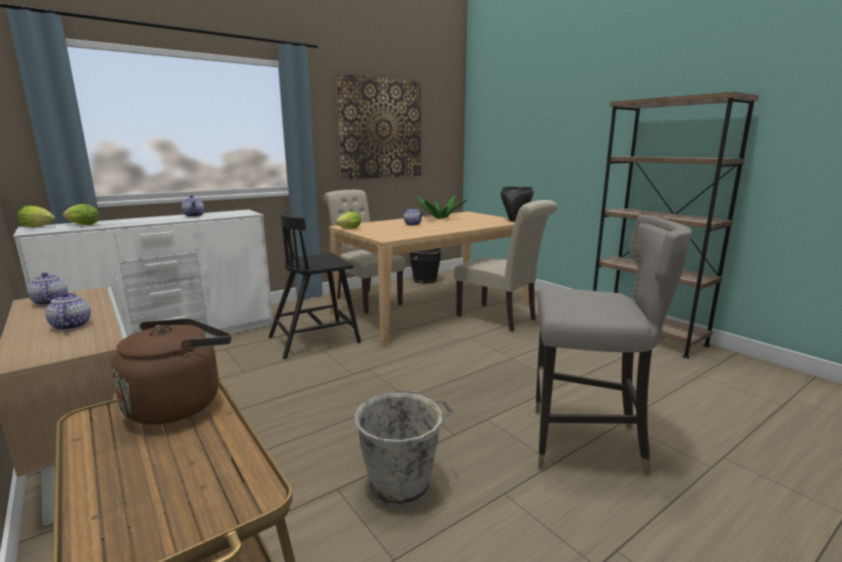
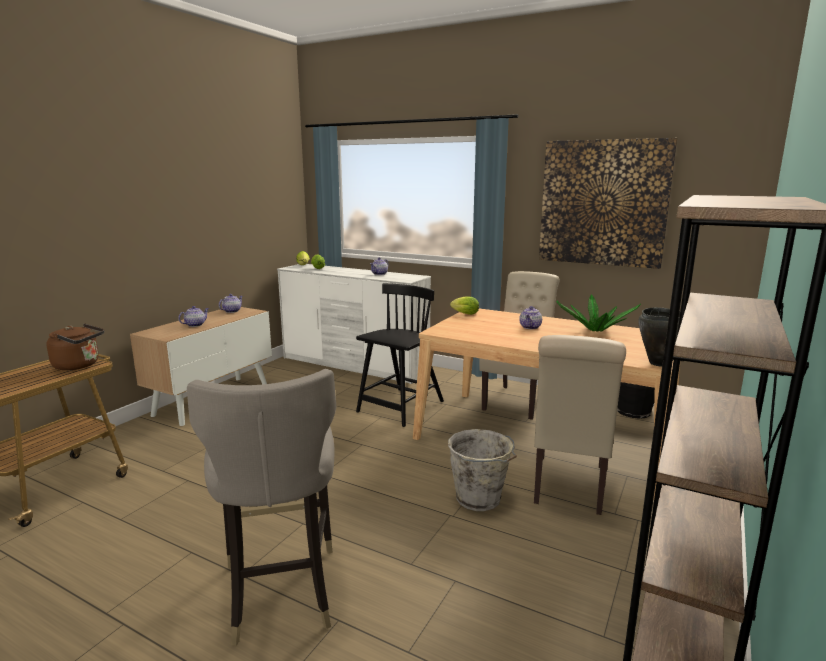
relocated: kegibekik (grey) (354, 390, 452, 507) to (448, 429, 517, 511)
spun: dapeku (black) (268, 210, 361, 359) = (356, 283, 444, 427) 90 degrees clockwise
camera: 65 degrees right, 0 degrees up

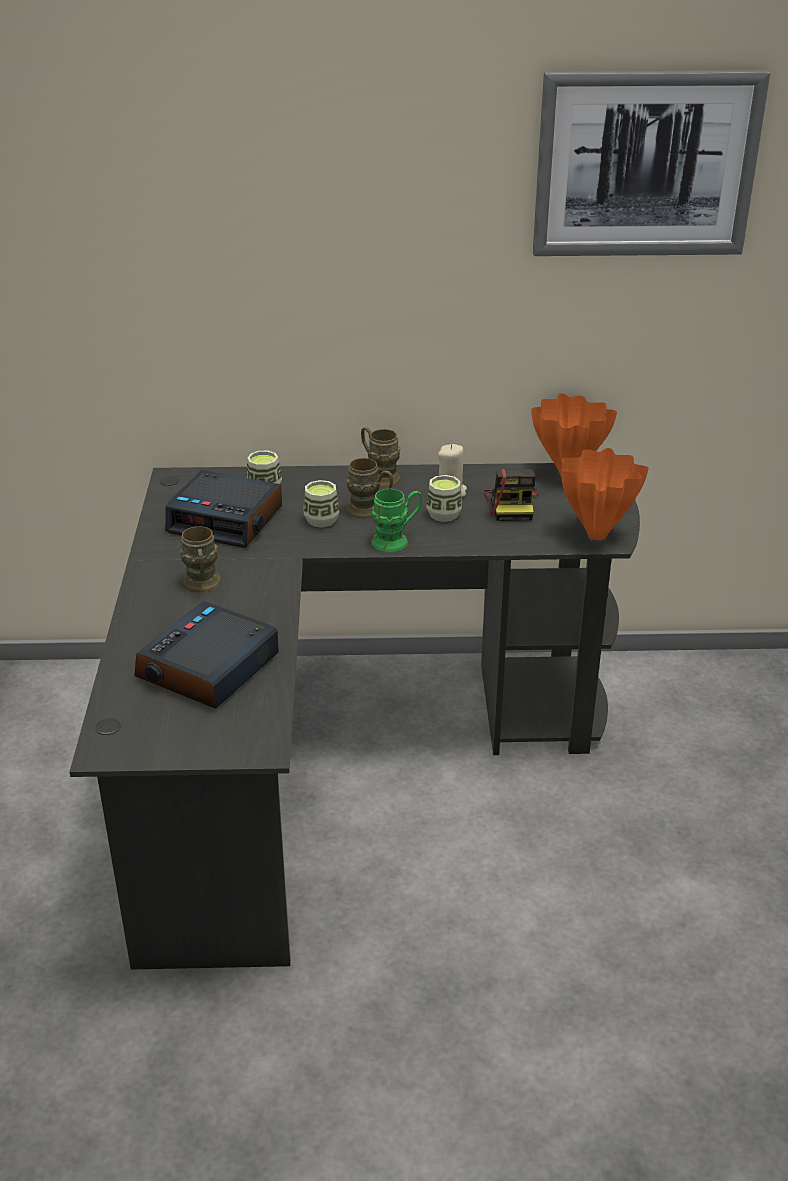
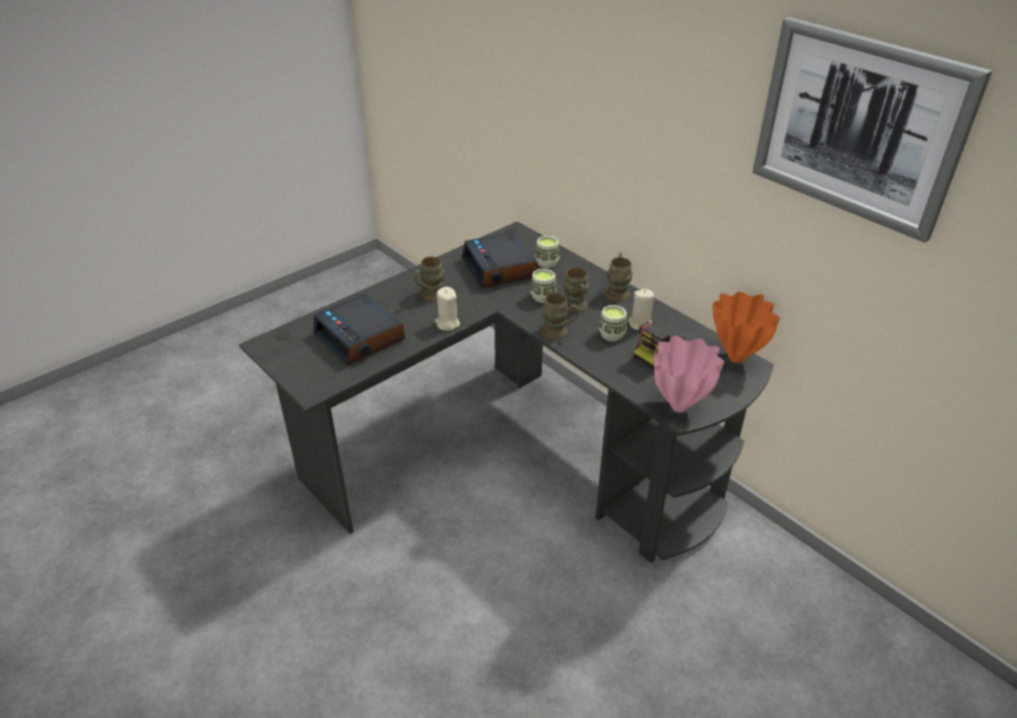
appeared: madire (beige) (435, 287, 460, 331)
colour: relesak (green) (371, 489, 422, 552) to relesak (brown) (541, 293, 579, 340); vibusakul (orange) (561, 448, 649, 540) to vibusakul (pink) (654, 336, 724, 412)
spun: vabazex (135, 601, 279, 709) = (313, 294, 405, 365) 120 degrees counterclockwise
camera: 50 degrees right, 5 degrees up

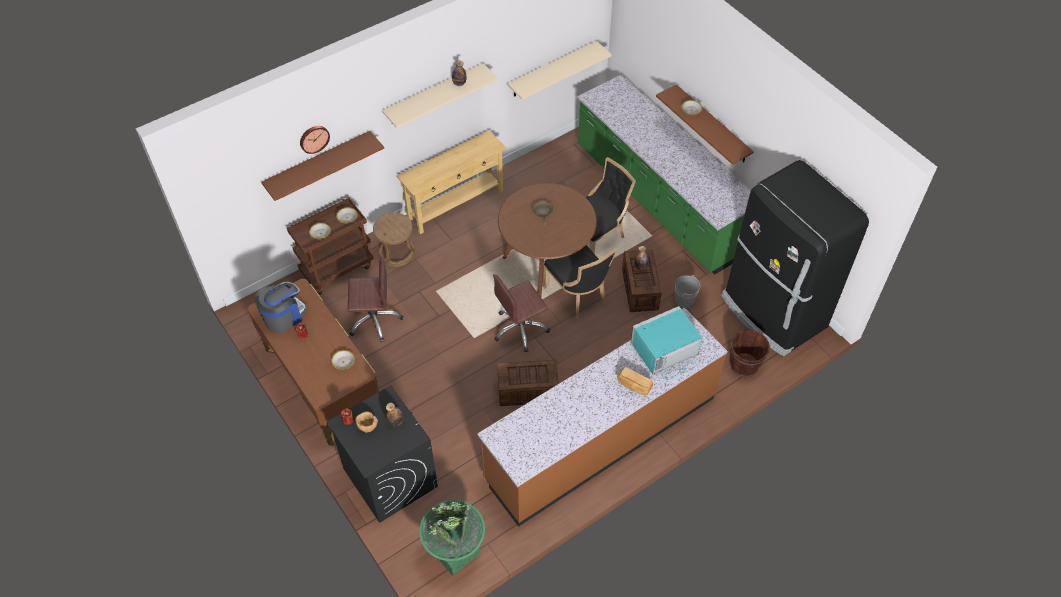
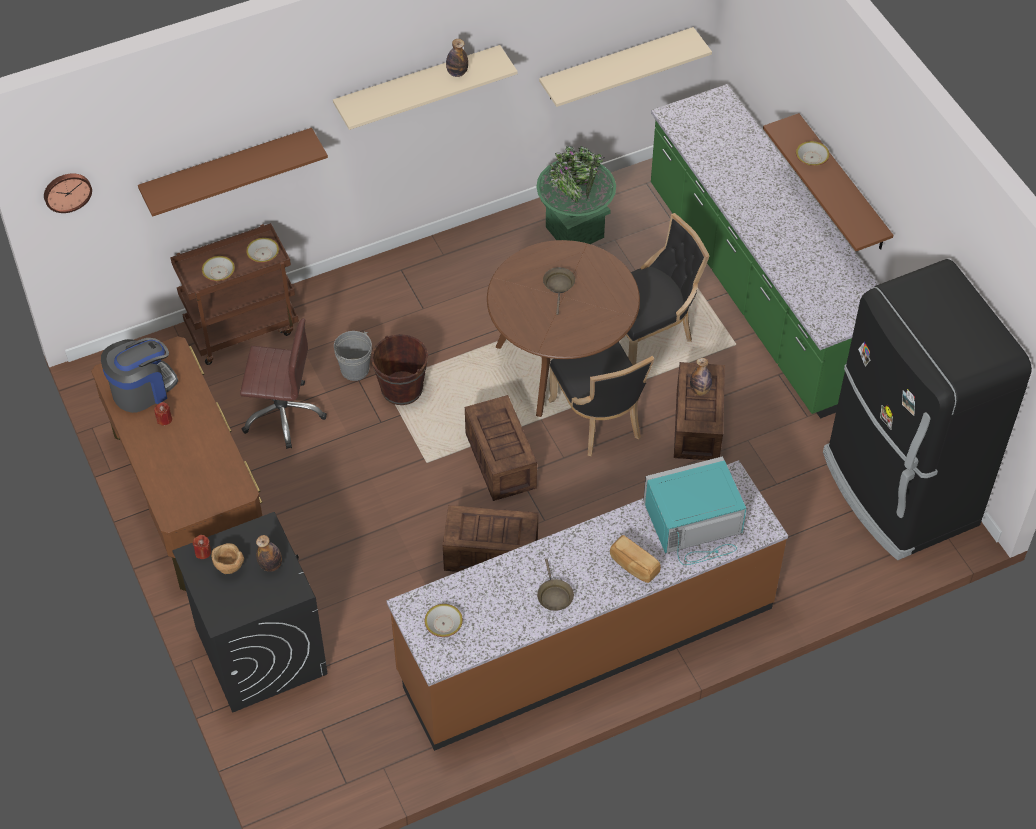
missing: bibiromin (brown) (373, 213, 415, 267); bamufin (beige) (396, 130, 507, 234)
appeared: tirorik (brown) (537, 558, 574, 611)
relocated: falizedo (300, 126, 330, 154) to (44, 173, 92, 213); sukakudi (331, 350, 355, 370) to (425, 604, 463, 637); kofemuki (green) (419, 500, 485, 575) to (537, 146, 616, 244); kegibekik (grey) (675, 275, 700, 308) to (334, 331, 372, 381); kegibekik (brown) (730, 330, 770, 378) to (371, 334, 428, 405)
exchanged: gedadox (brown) (493, 274, 550, 352) to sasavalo (465, 395, 537, 501)
camera: 10 degrees right, 0 degrees up

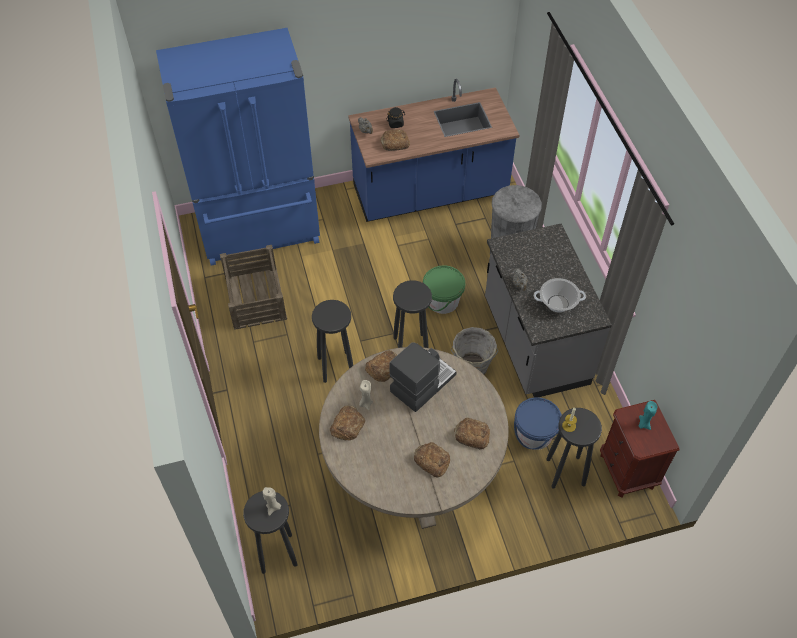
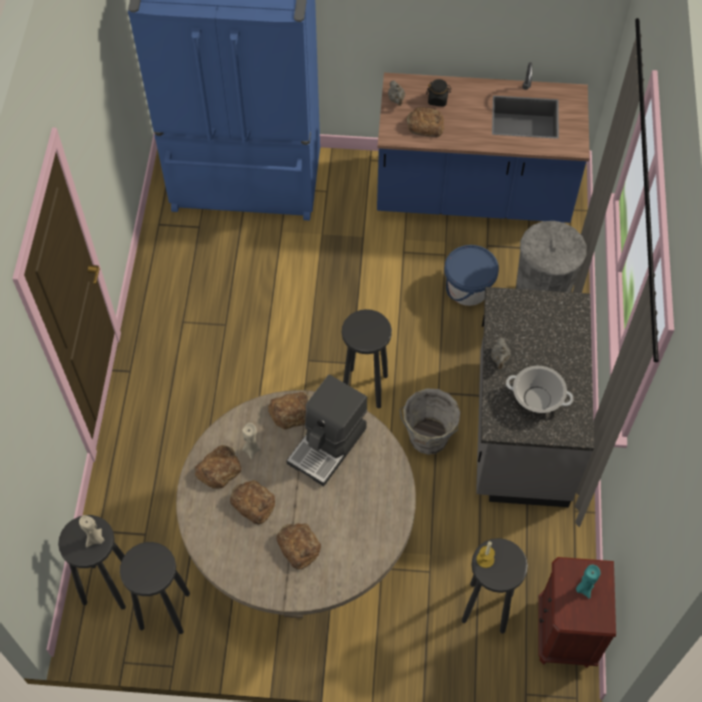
missing: sasavalo (220, 245, 287, 330); kegibekik (green) (423, 265, 465, 314)
relocated: bibiromin (black) (312, 300, 353, 383) to (120, 542, 190, 634); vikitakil (454, 418, 490, 450) to (230, 480, 275, 525); kegibekik (blue) (514, 397, 562, 450) to (444, 245, 499, 306)
spun: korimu (389, 342, 457, 412) = (286, 375, 367, 487) 150 degrees clockwise
camera: 20 degrees right, 5 degrees up

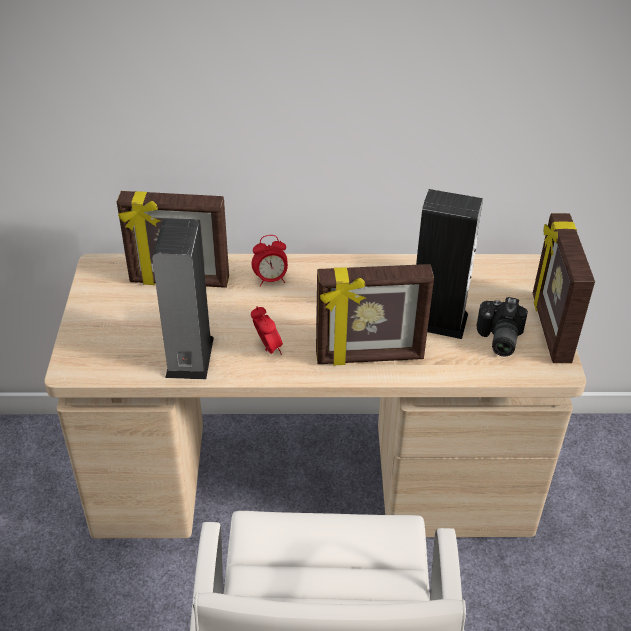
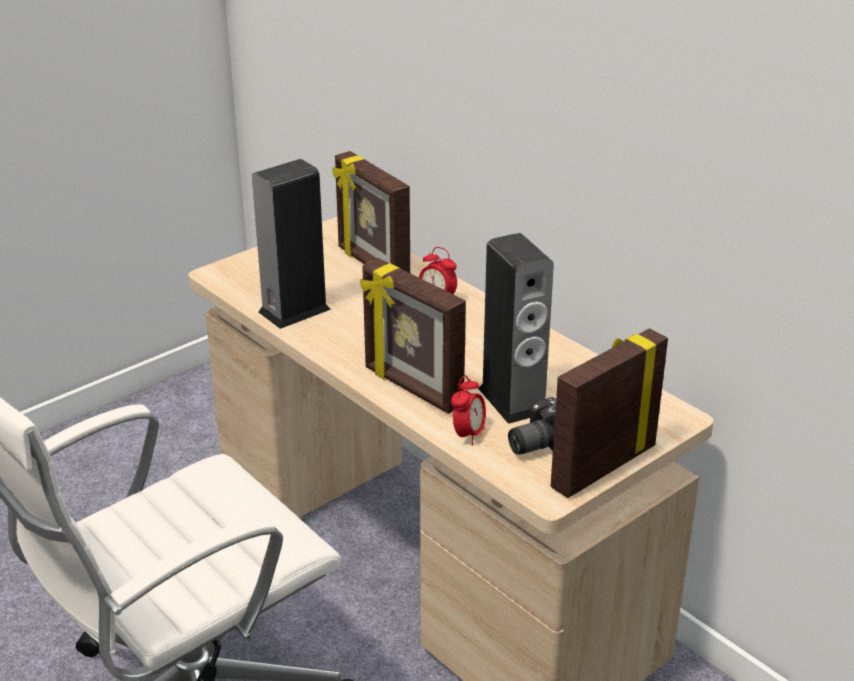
relocated: vabazex (251, 306, 283, 355) to (451, 375, 486, 446)
camera: 50 degrees right, 10 degrees down

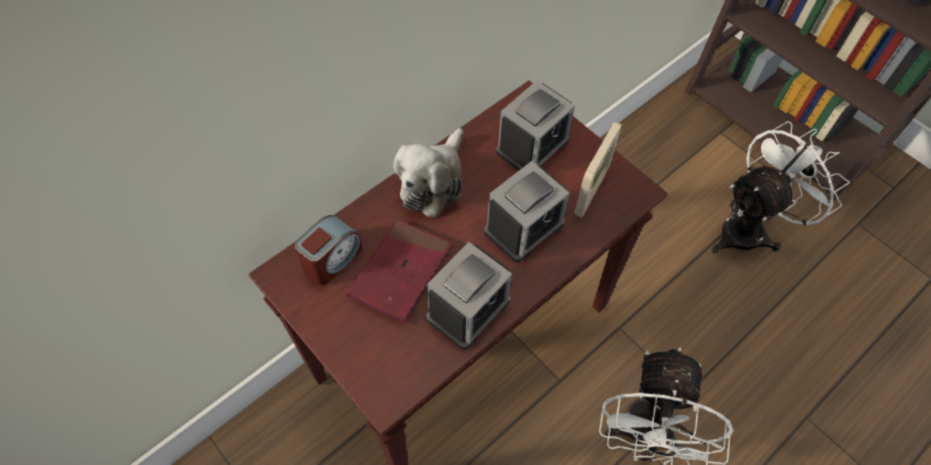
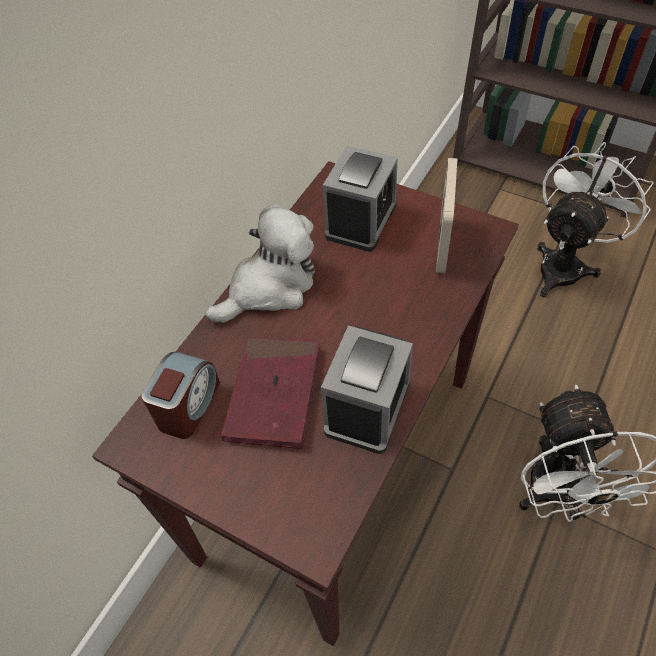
missing: vabazex (484, 161, 569, 263)
spun: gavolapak (393, 128, 464, 218) = (205, 204, 315, 323) 135 degrees counterclockwise
camera: 15 degrees left, 5 degrees down

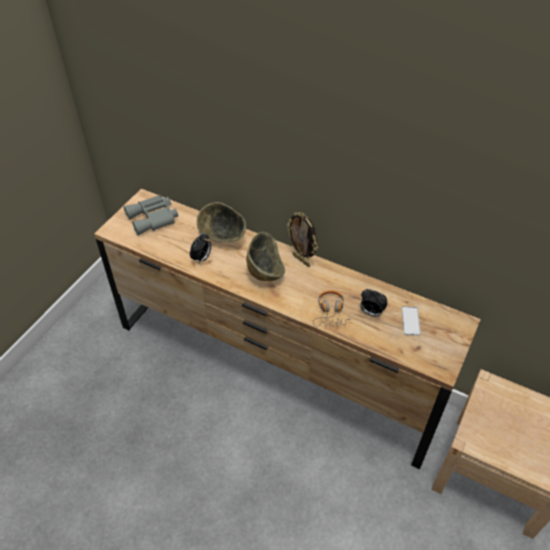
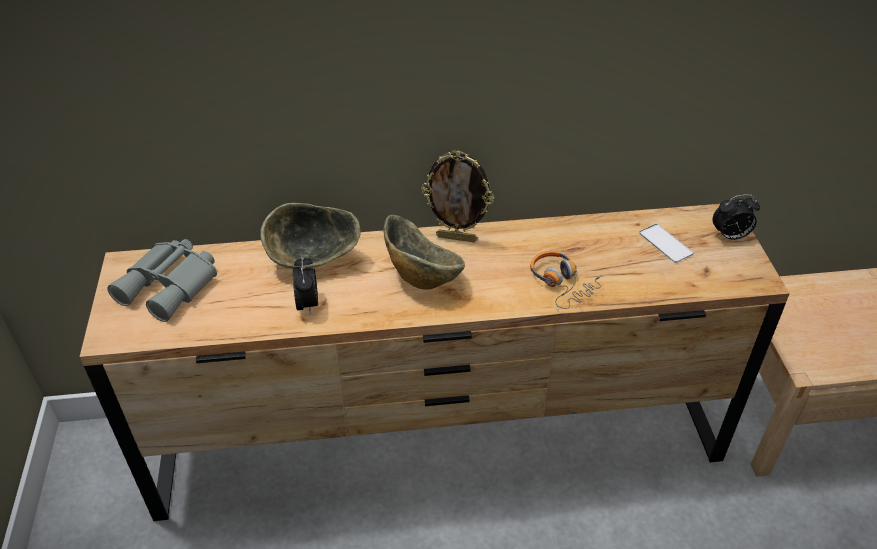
relocated: vabazex (360, 289, 388, 317) to (712, 194, 760, 240)
camera: 35 degrees left, 5 degrees down

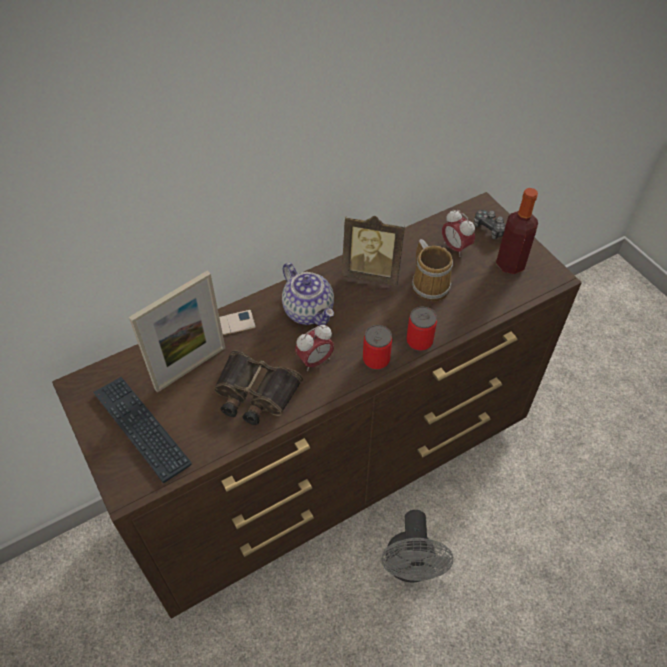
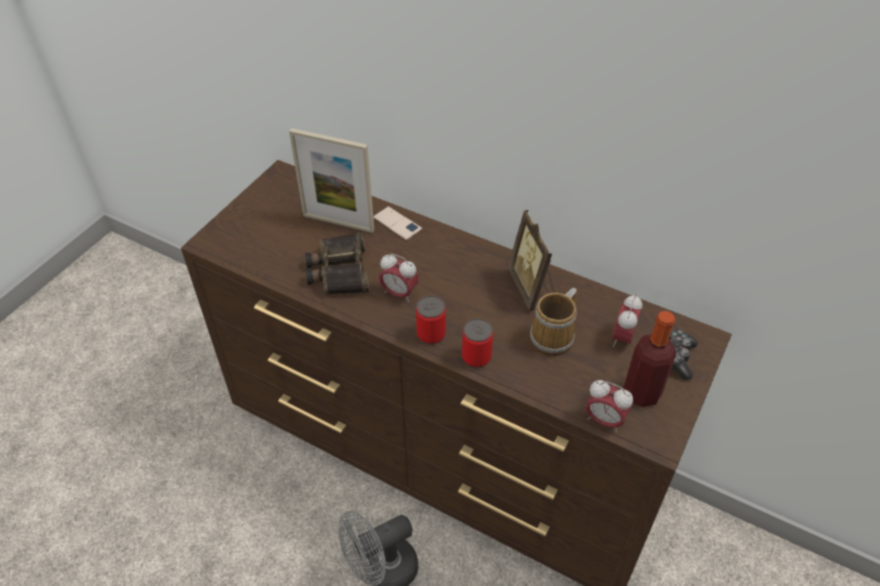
missing: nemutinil (93, 377, 192, 483); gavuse (282, 263, 334, 326)
appeared: vabazex (585, 380, 633, 432)
camera: 60 degrees right, 5 degrees down

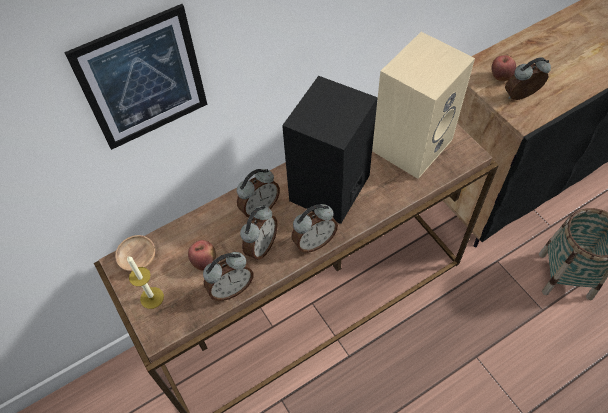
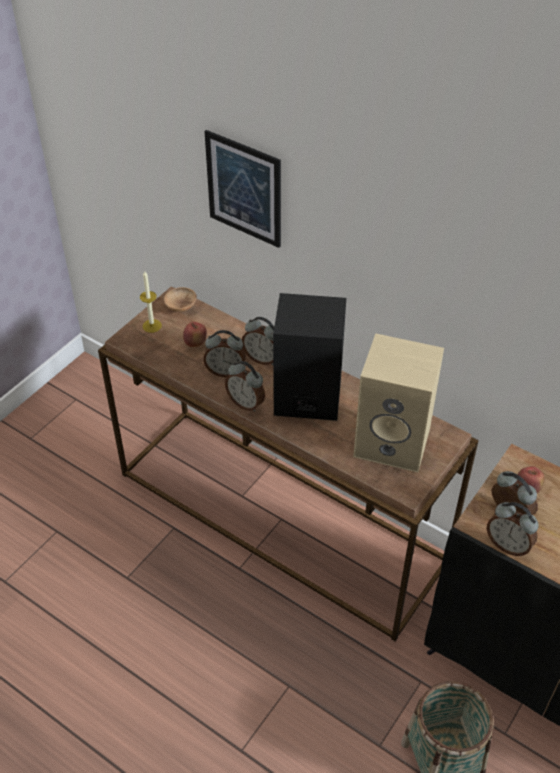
relocated: vabazex (203, 252, 253, 301) to (487, 502, 539, 556)
camera: 65 degrees right, 10 degrees down

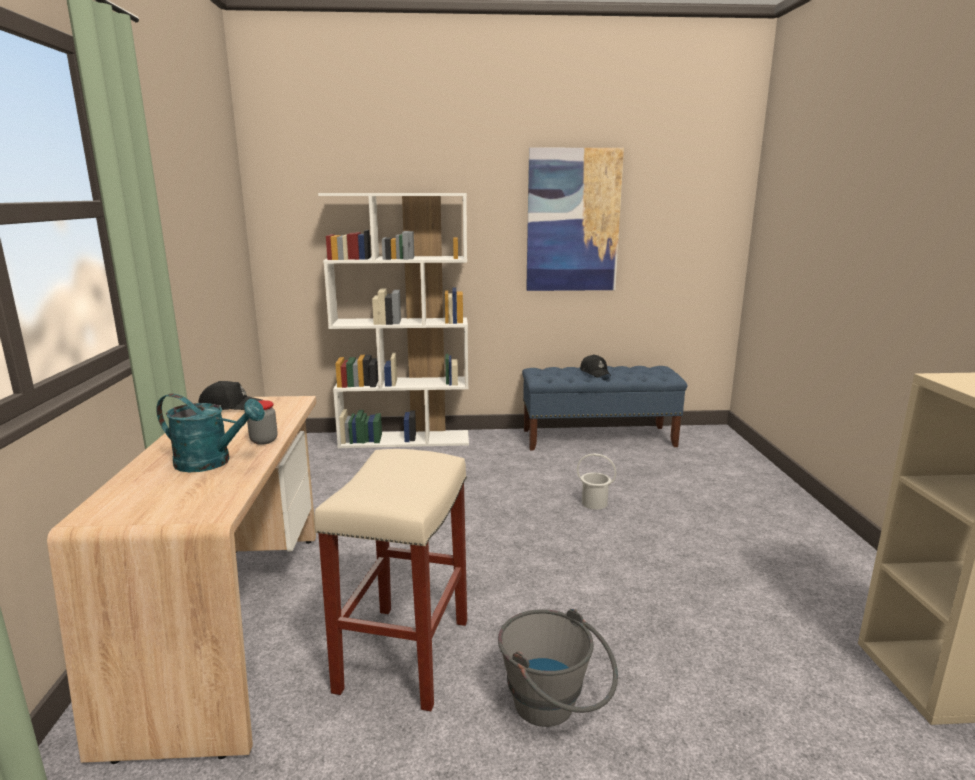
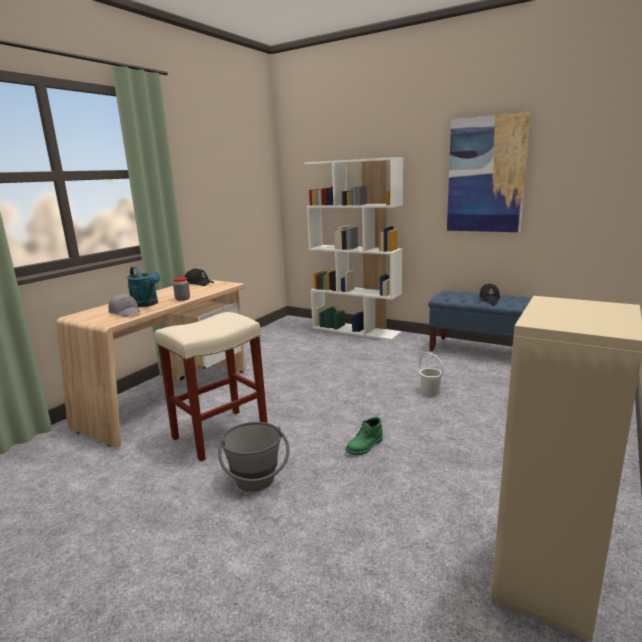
appeared: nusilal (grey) (109, 294, 141, 317); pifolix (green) (345, 417, 383, 455)
camera: 35 degrees right, 0 degrees up

